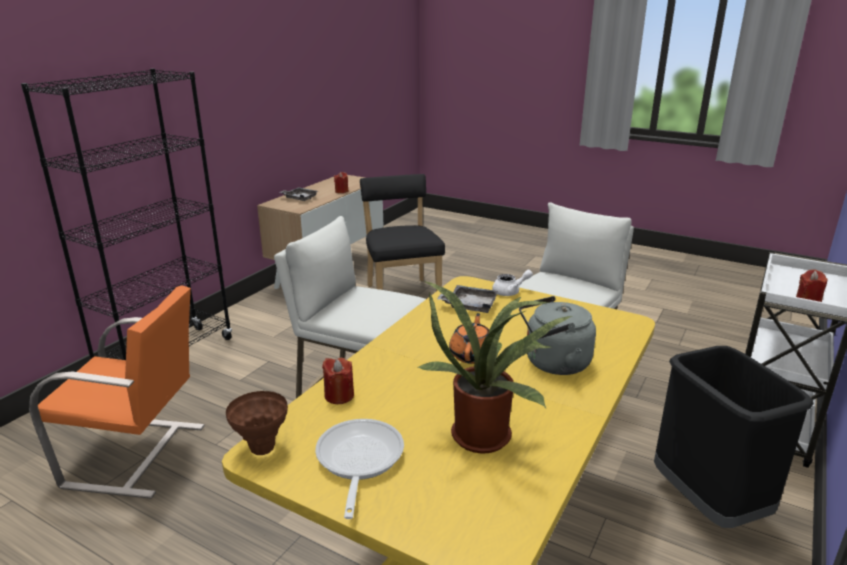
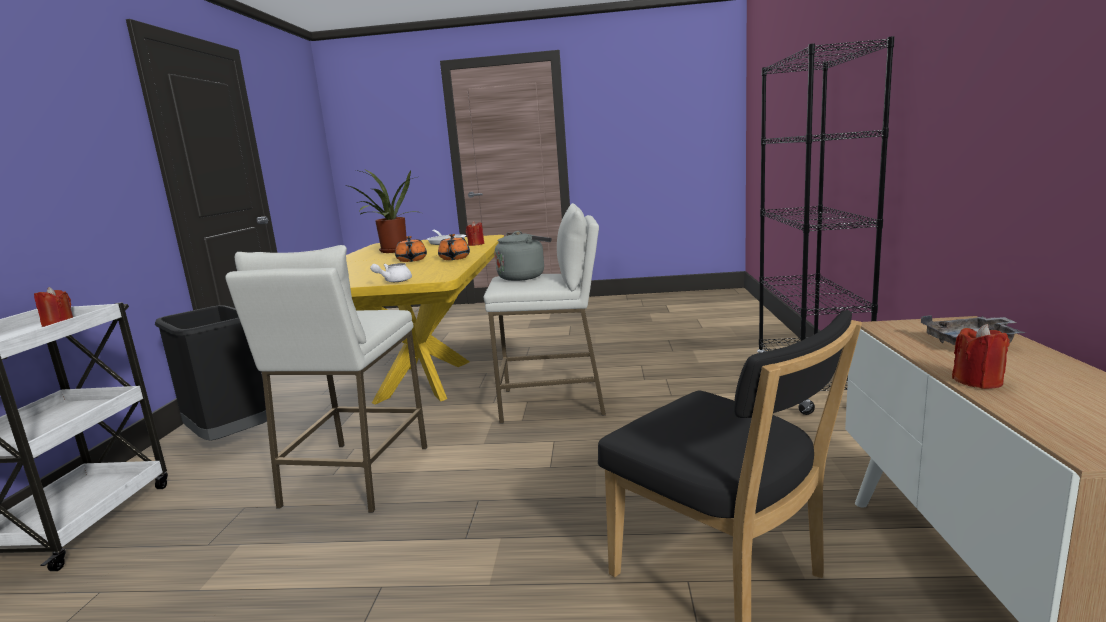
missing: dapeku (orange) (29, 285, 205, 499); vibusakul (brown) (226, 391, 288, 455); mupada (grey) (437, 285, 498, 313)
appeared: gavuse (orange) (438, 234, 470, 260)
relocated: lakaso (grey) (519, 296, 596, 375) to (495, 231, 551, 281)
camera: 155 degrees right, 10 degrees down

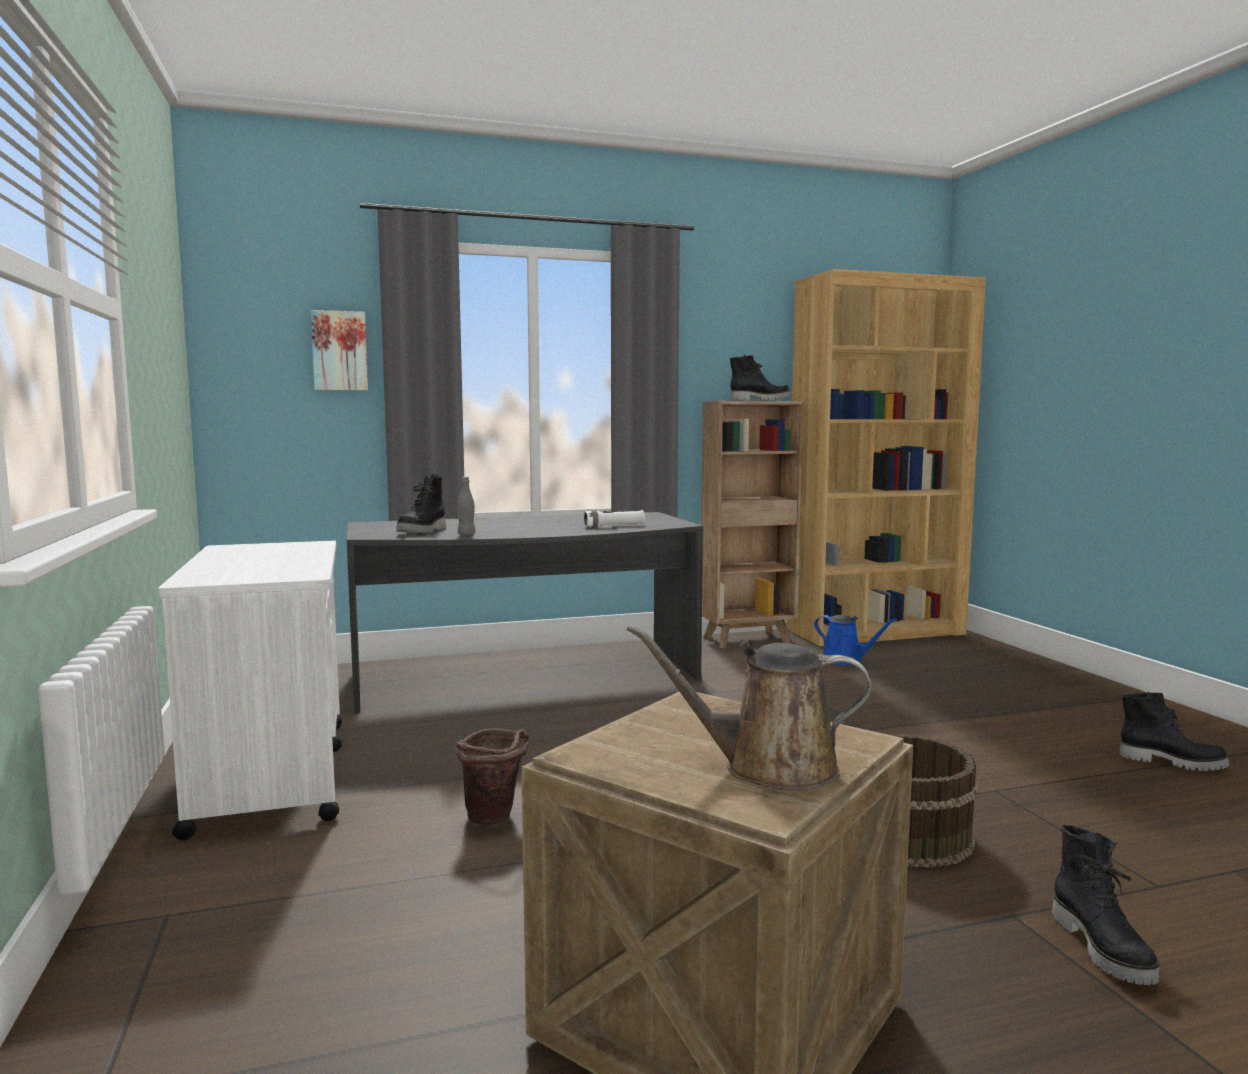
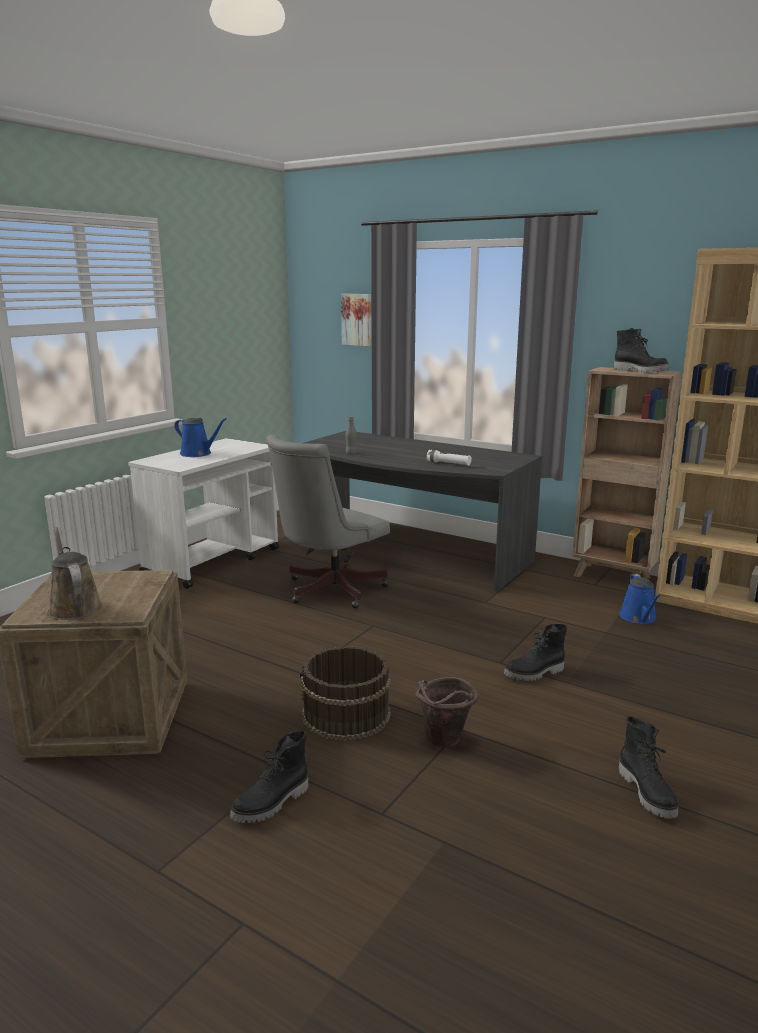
appeared: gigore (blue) (174, 418, 227, 457); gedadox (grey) (266, 434, 390, 609)
relocated: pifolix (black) (396, 474, 446, 533) to (504, 624, 567, 681); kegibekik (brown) (456, 728, 529, 825) to (415, 677, 479, 748)
camera: 50 degrees right, 10 degrees up

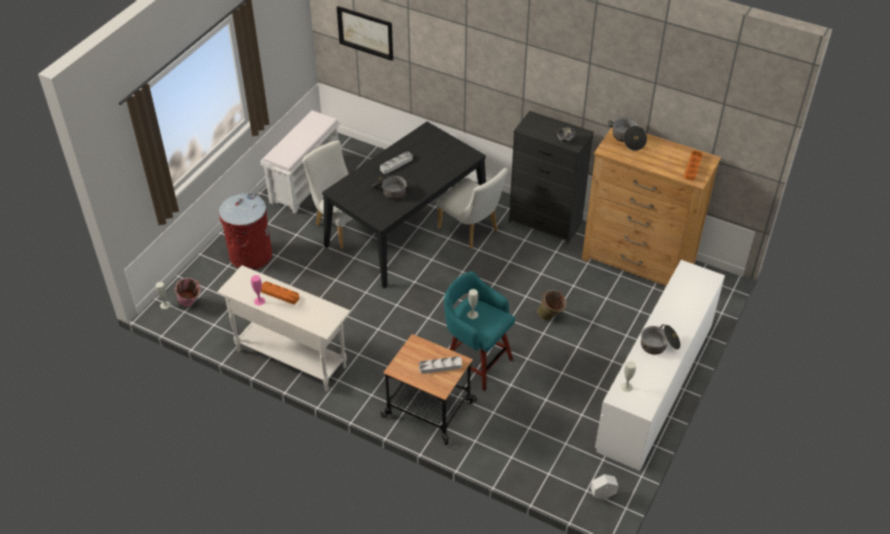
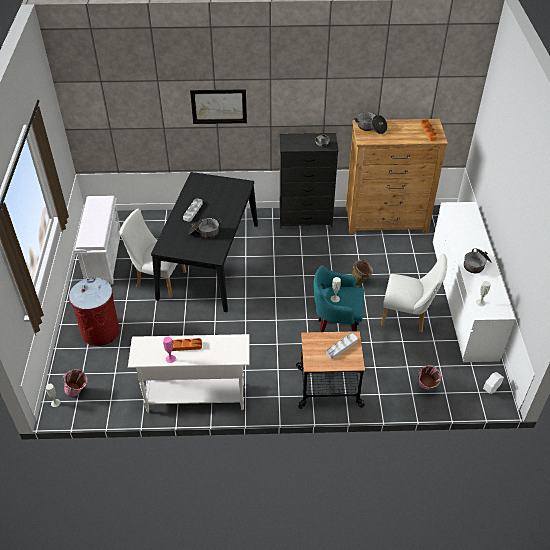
appeared: kegibekik (pink) (418, 365, 442, 390)
relocated: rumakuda (337, 6, 393, 61) to (190, 89, 247, 124); dapeku (white) (437, 168, 508, 249) to (381, 253, 447, 333)
camera: 30 degrees left, 0 degrees up

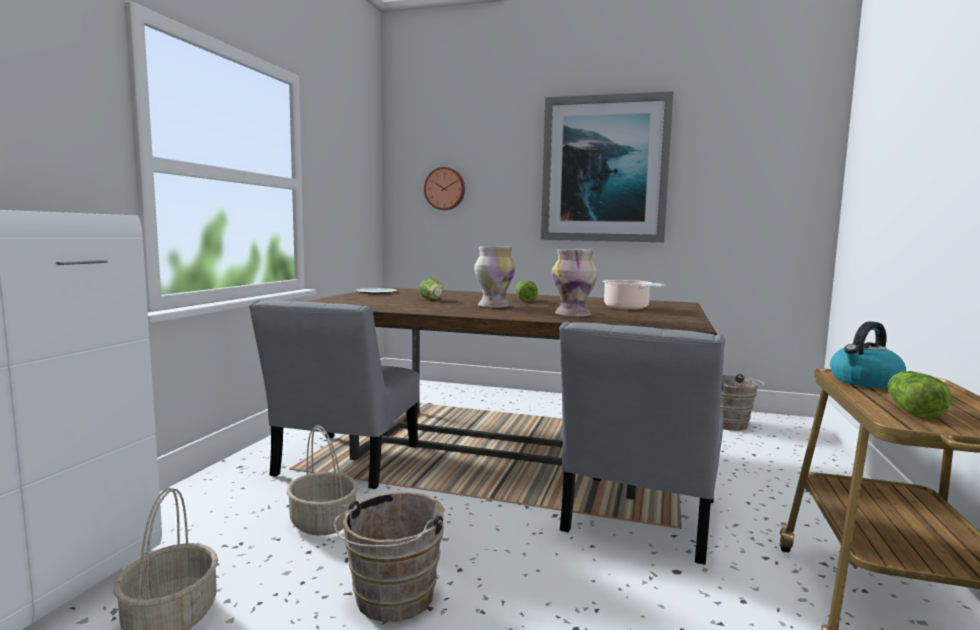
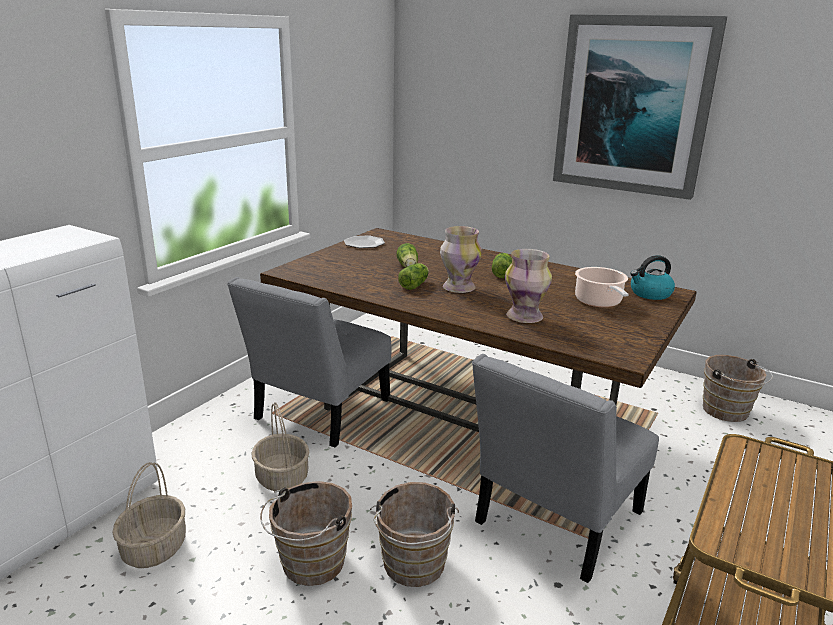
missing: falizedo (424, 167, 465, 210)
appeared: kegibekik (brown) (370, 482, 459, 587)
relocated: lakaso (830, 321, 906, 388) to (630, 255, 675, 300); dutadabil (888, 371, 952, 419) to (398, 263, 429, 290)
camera: 15 degrees right, 15 degrees up

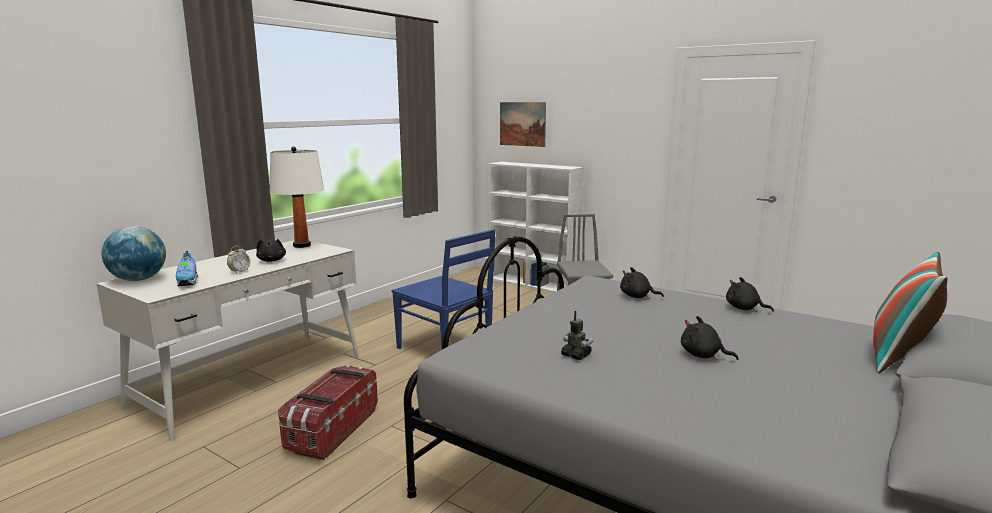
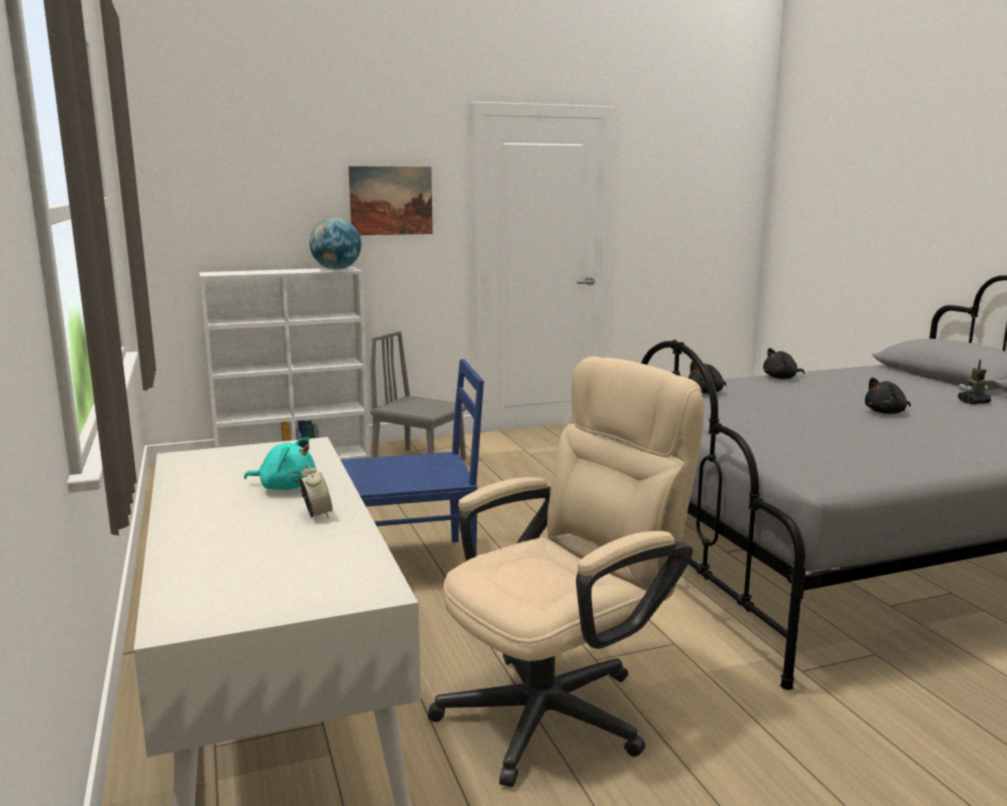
missing: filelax (176, 251, 198, 286); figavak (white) (270, 146, 325, 248); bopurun (873, 252, 947, 373)
relocated: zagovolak (101, 226, 166, 281) to (309, 218, 361, 270); rumakuda (500, 102, 546, 147) to (348, 166, 433, 235); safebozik (561, 311, 593, 360) to (958, 360, 991, 404)
exchanged: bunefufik (278, 365, 378, 460) to gedadox (beige) (428, 356, 704, 787)
colour: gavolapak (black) (256, 239, 286, 262) to gavolapak (turquoise) (244, 437, 316, 490)
camera: 55 degrees left, 0 degrees up

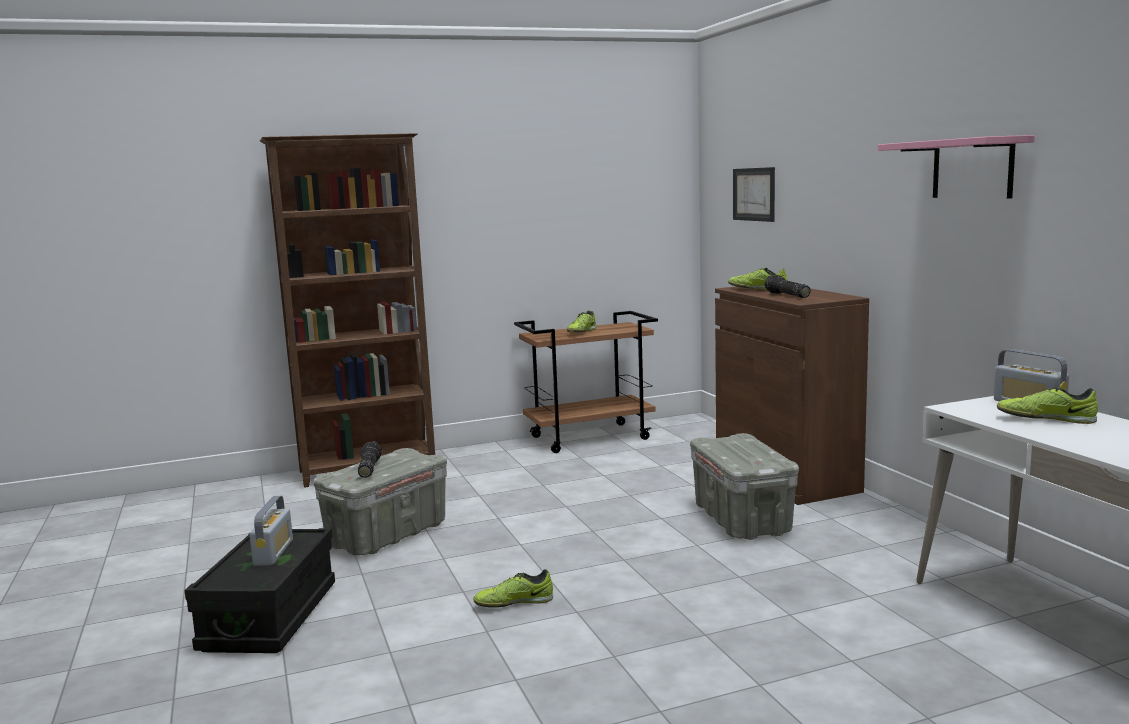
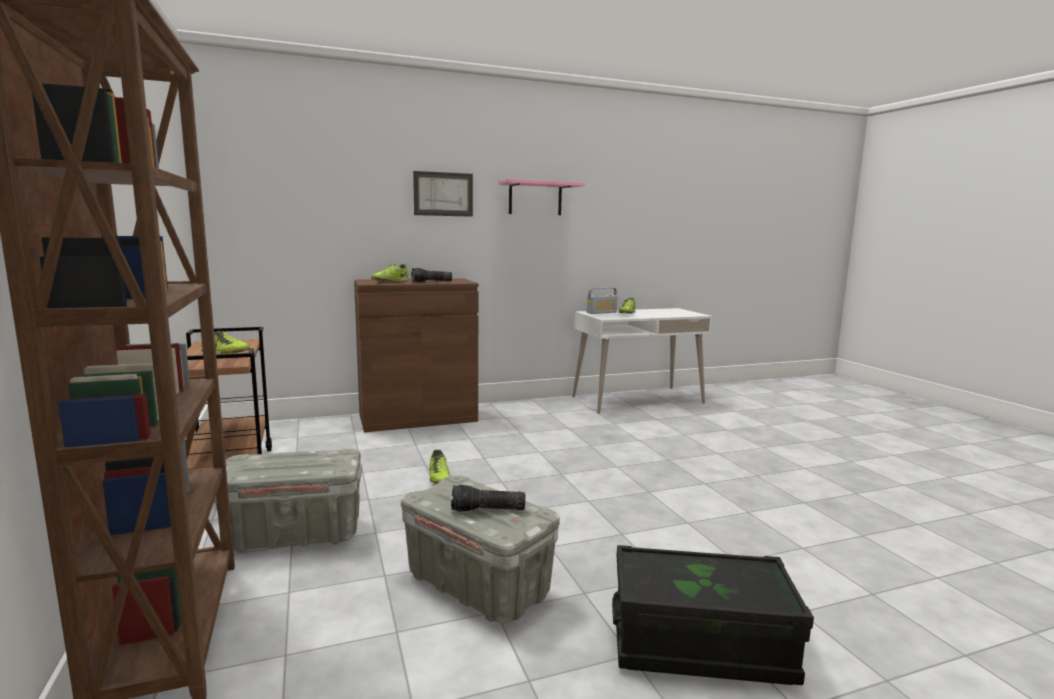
missing: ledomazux (249, 496, 293, 566)
relocated: filelax (473, 569, 553, 608) to (429, 450, 451, 484); bunefufik (grey) (690, 433, 799, 540) to (214, 449, 362, 553); rumakuda (733, 167, 775, 222) to (413, 171, 473, 217)
camera: 90 degrees left, 0 degrees up

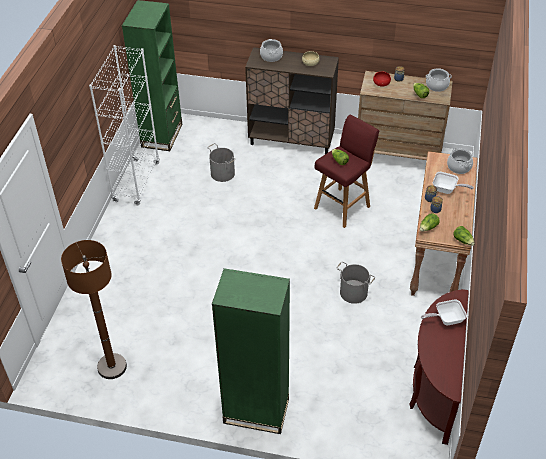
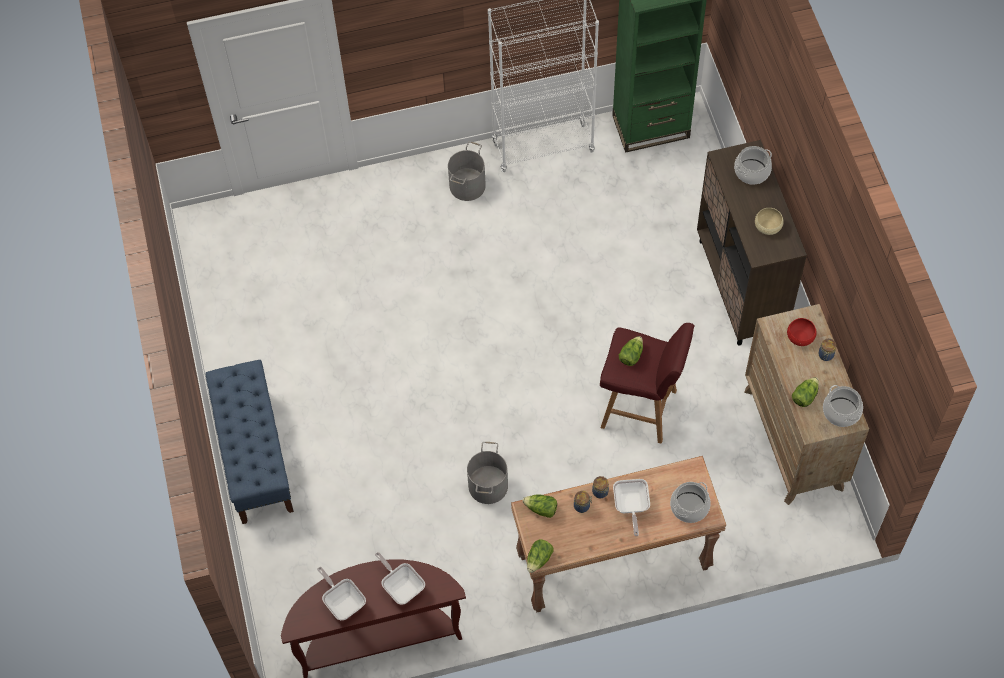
missing: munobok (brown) (61, 240, 127, 379)
appeared: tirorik (317, 567, 366, 620)
relocated: kegibekik (grey) (207, 143, 236, 182) to (448, 141, 486, 201)
exchanged: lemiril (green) (212, 268, 290, 434) to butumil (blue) (206, 360, 294, 524)
camera: 65 degrees right, 15 degrees up

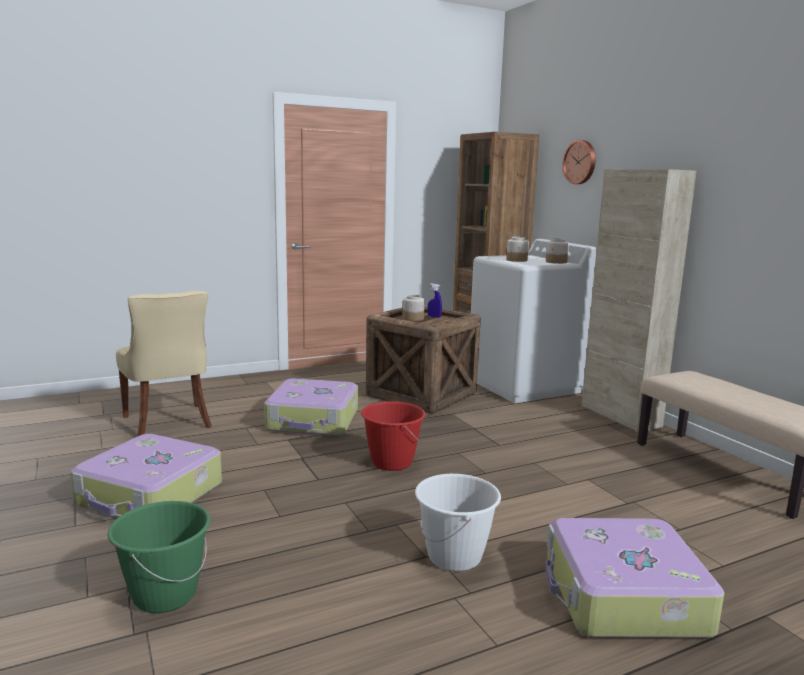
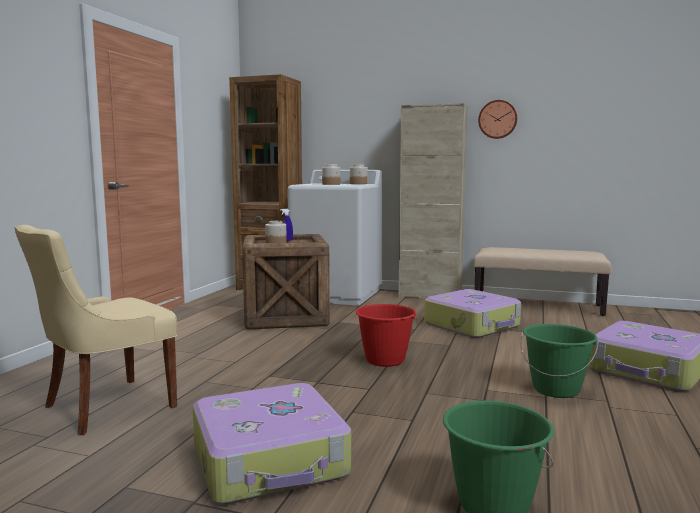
relocated: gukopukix (264, 379, 358, 436) to (424, 289, 521, 338); falizedo (562, 140, 596, 184) to (478, 100, 517, 139)
colour: kegibekik (white) (415, 474, 501, 571) to kegibekik (green) (520, 324, 598, 398)
spun: dapeku (beige) (116, 291, 212, 437) = (14, 225, 178, 435) 120 degrees clockwise
camera: 45 degrees left, 5 degrees down

